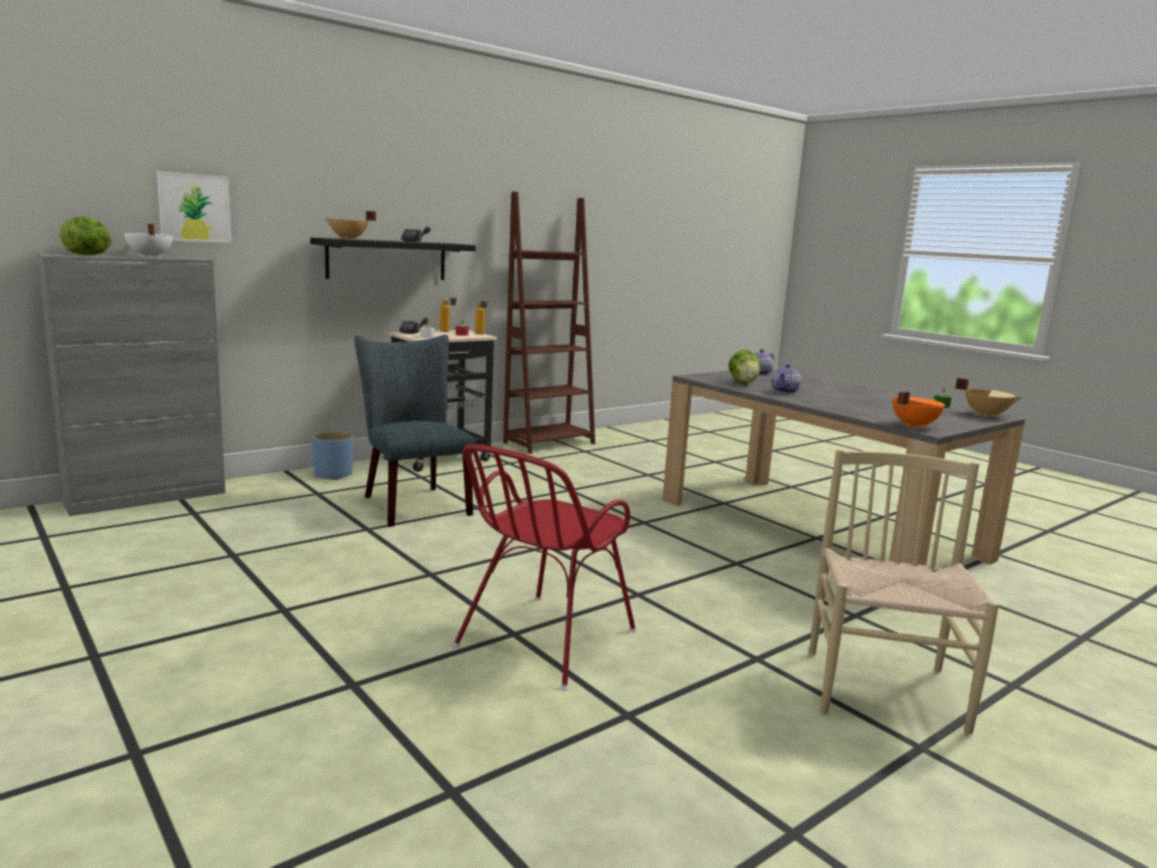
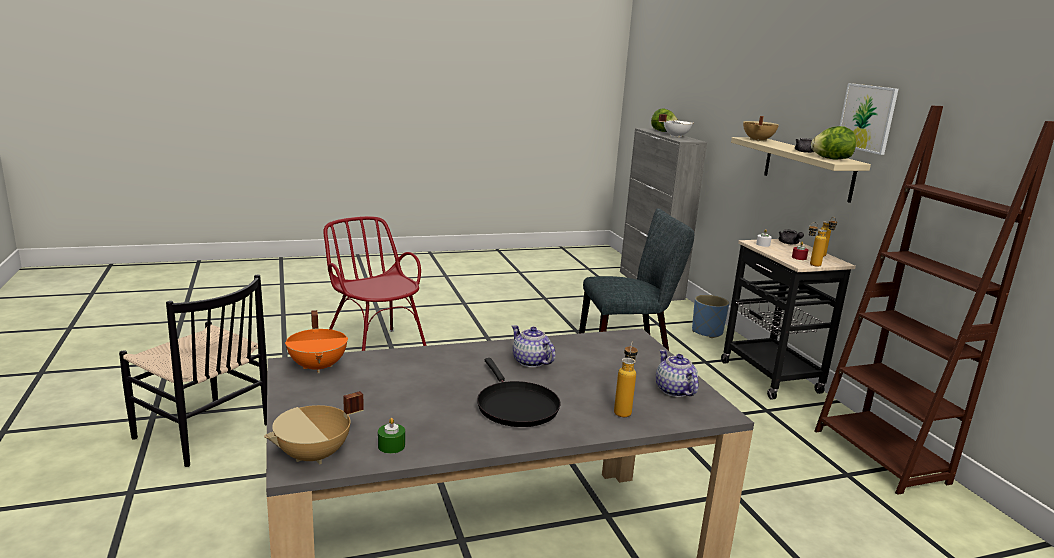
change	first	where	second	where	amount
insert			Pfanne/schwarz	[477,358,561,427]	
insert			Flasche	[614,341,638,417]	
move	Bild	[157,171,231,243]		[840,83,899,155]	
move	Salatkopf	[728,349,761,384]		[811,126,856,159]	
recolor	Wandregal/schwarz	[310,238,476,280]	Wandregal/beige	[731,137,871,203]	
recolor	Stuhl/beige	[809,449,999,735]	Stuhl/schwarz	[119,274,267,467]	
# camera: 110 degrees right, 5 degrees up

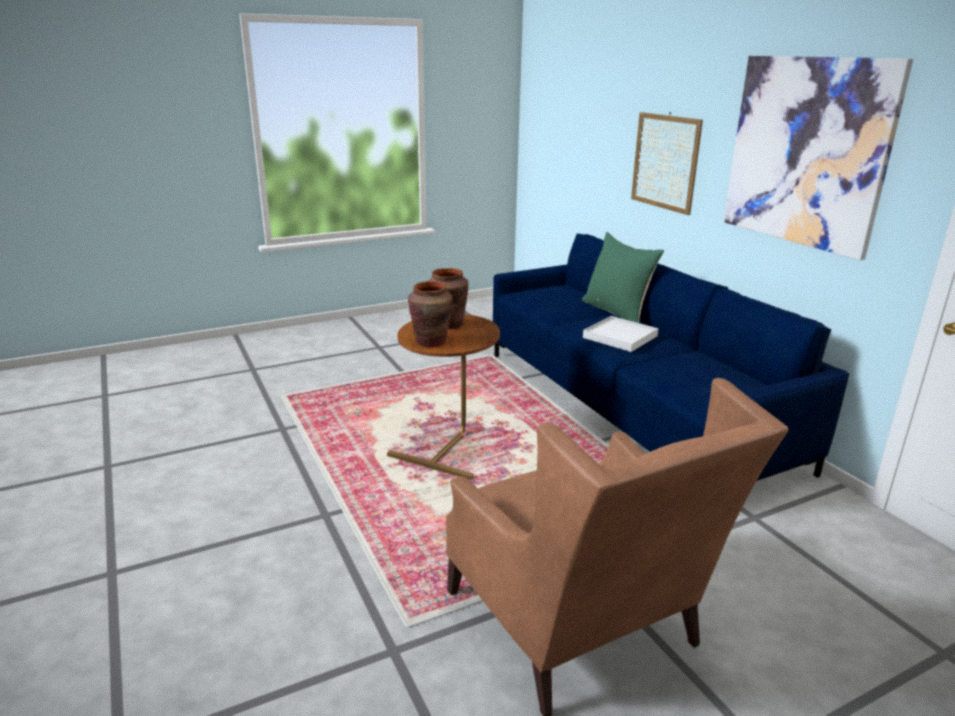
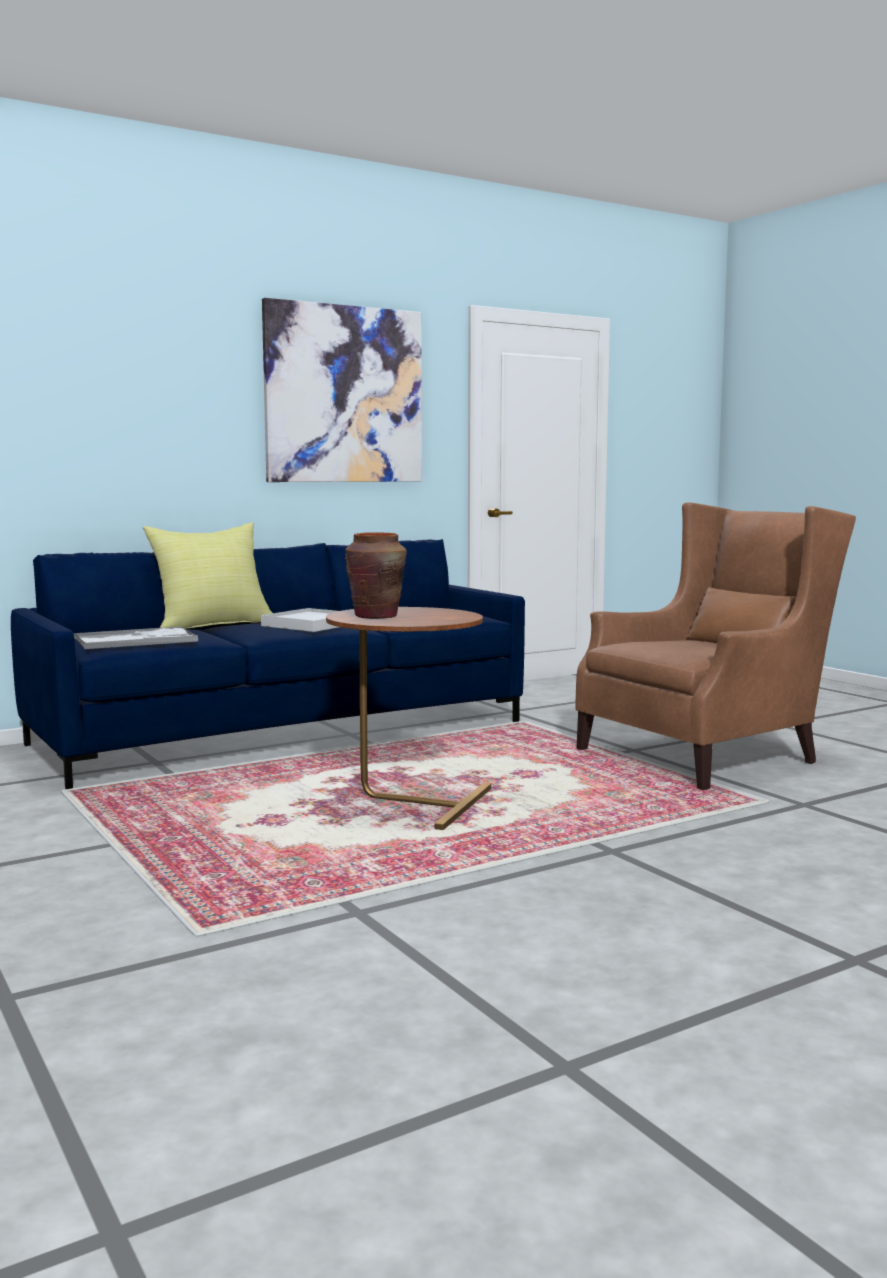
change	first	where	second	where	amount
delete	Vase/braun	[408,281,452,347]			
delete	Bild	[631,112,703,215]			
insert			Tablett	[74,626,198,649]	
recolor	Kissen/grün	[582,232,664,323]	Kissen/gelb	[143,522,272,629]	
# camera: 95 degrees left, 15 degrees down

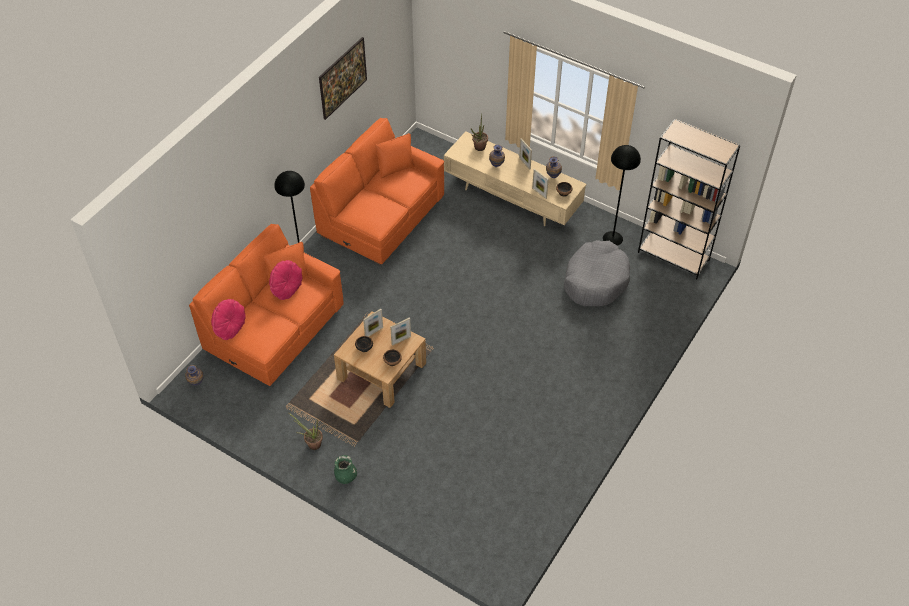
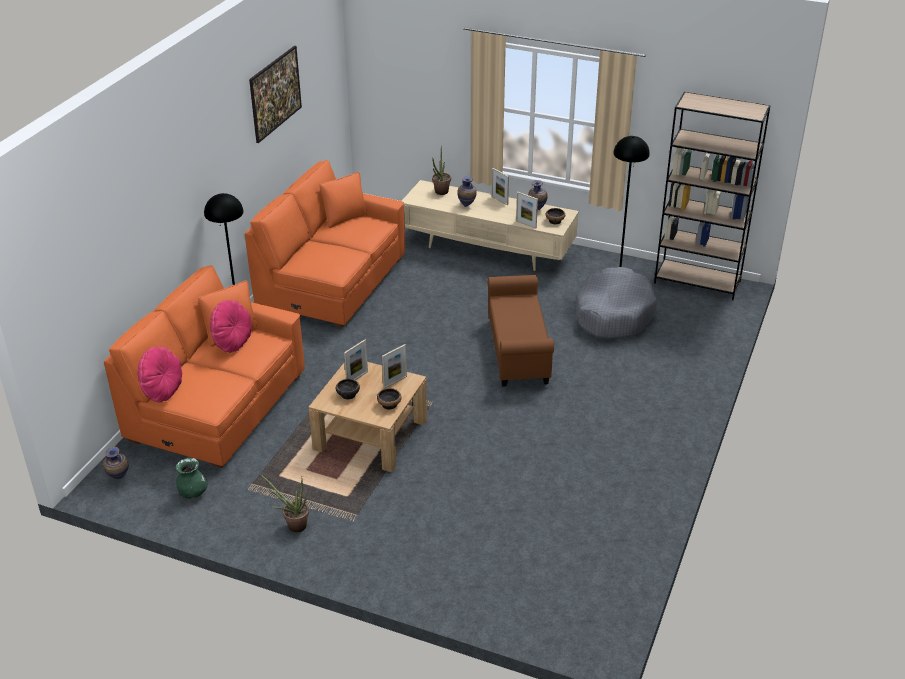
change	first	where	second	where	amount
insert			Polsterhocker/braun	[488,275,554,387]	
move	Vase/grün	[334,455,357,484]		[175,458,208,499]	
# camera: 10 degrees left, 15 degrees down

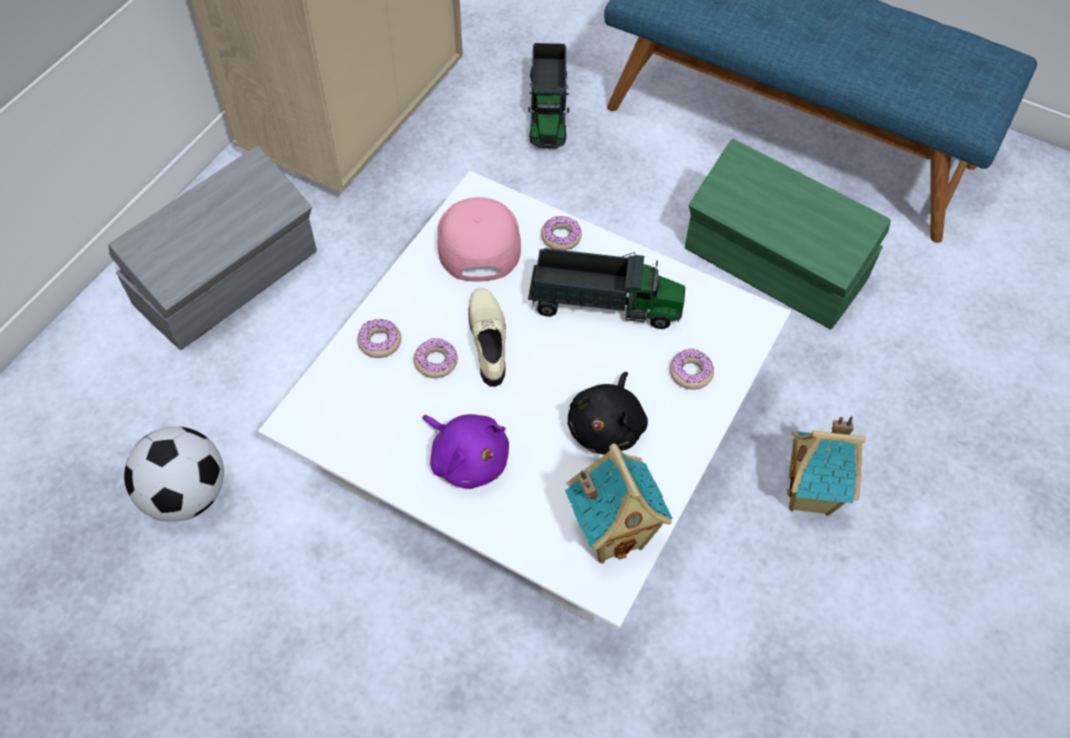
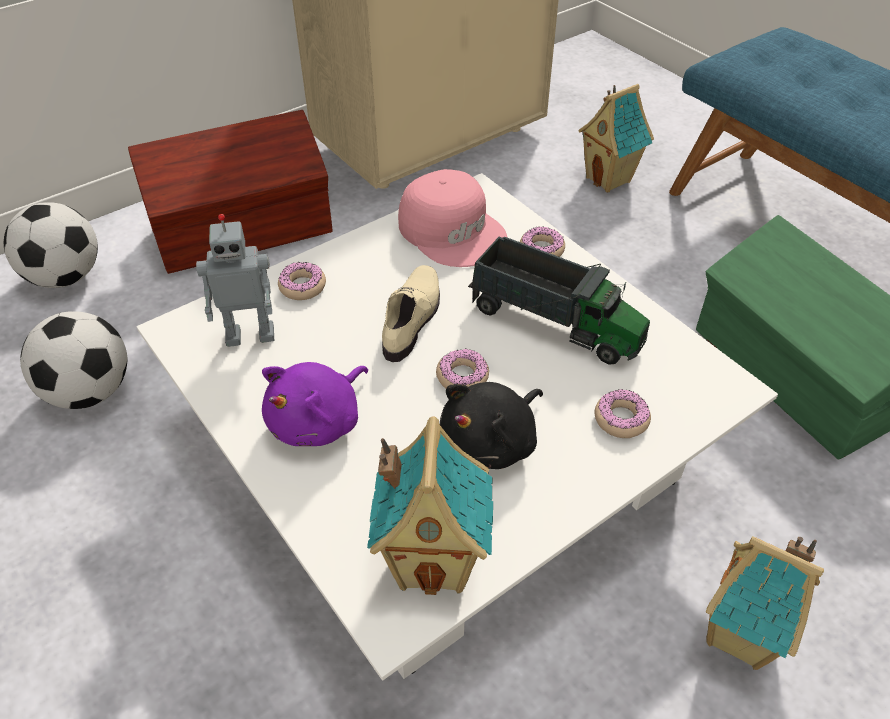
change	first	where	second	where	amount
insert			Fußball	[4,202,98,288]	
insert			Spielzeugroboter	[196,214,274,347]	
move	Donut	[413,338,458,378]		[436,349,489,388]	
replace	Spielzeuglaster	[528,43,569,148]	Spielzeughaus	[578,84,654,192]	
recolor	Aufbewahrungsbox/grau	[109,145,317,350]	Aufbewahrungsbox/braun	[128,110,333,274]	
rotate	Plüschtier/lila	[423,414,509,489]		[262,362,368,446]	60 degrees clockwise
rotate	Kappe/rosa	[438,197,521,281]		[398,169,507,267]	120 degrees clockwise
# camera: 25 degrees right, 10 degrees down

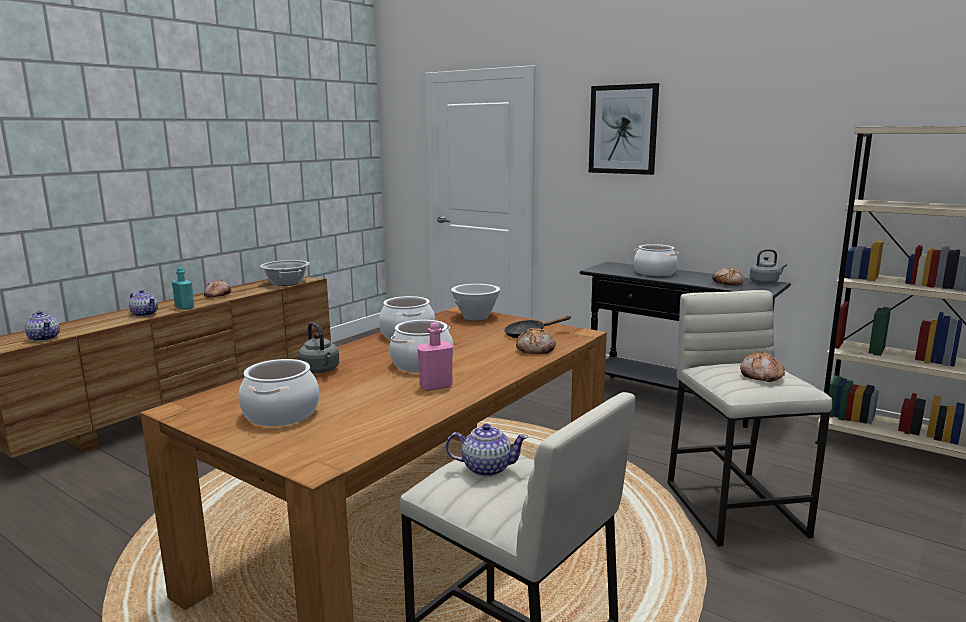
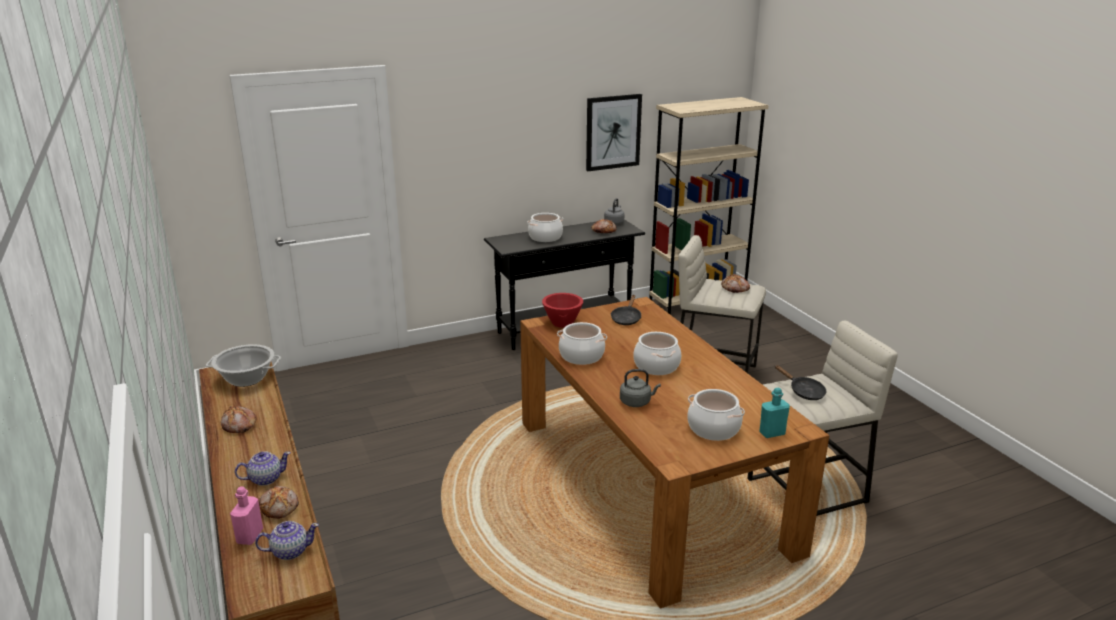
change	first	where	second	where	amount
move	Flasche/türkis	[172,267,194,310]		[759,388,790,438]	
move	Flasche/rosa	[417,322,453,391]		[230,486,263,545]	
move	Brot	[516,328,556,354]		[259,486,299,519]	
move	Bild	[589,83,659,175]		[586,94,642,171]	
replace	Teekanne	[446,424,528,477]	Pfanne/schwarz	[775,365,826,400]	
recolor	Schüssel/weiß	[451,284,500,320]	Schüssel/rot	[542,293,583,328]	
# camera: 60 degrees left, 10 degrees up

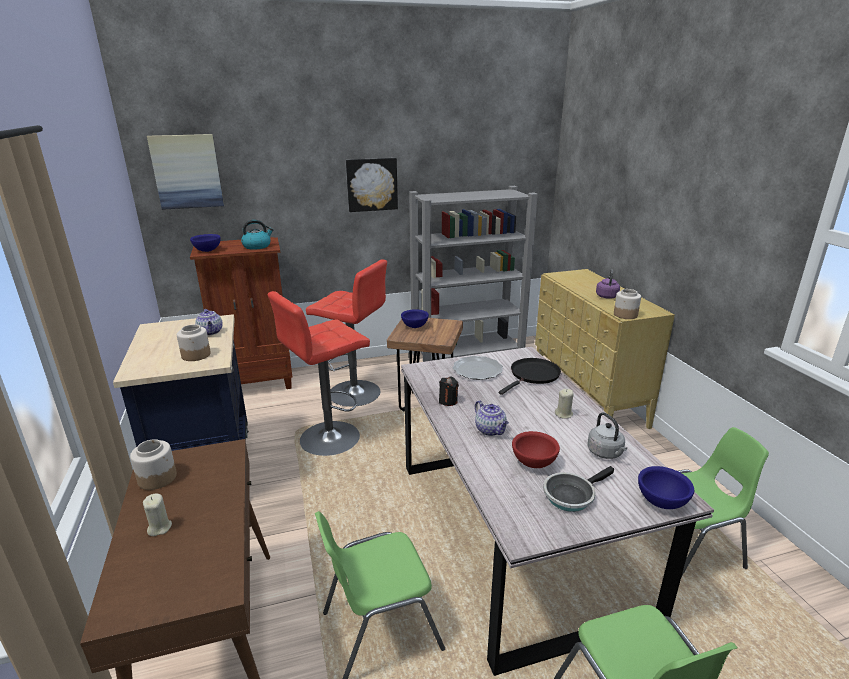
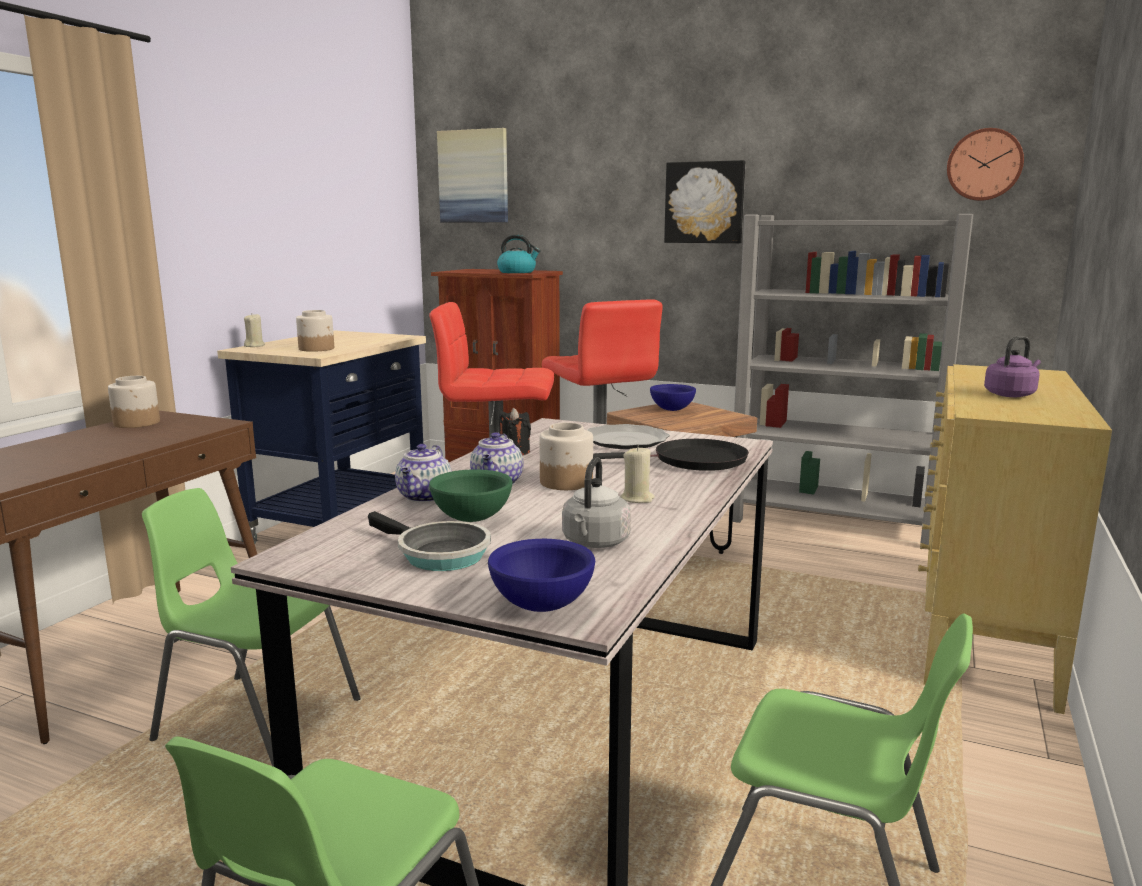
change	first	where	second	where	amount
delete	Schüssel/blau	[190,234,221,252]			
insert			Wanduhr	[947,128,1024,201]	
move	Kerze/beige	[143,494,172,536]		[244,314,265,347]	
move	Teekanne	[195,309,222,336]		[395,444,452,502]	
move	Vorratsglas	[614,289,641,319]		[539,423,593,490]	
recolor	Schüssel/rot	[512,431,560,468]	Schüssel/grün	[429,469,512,522]	
rotate	Pfanne	[543,466,615,512]		[368,511,491,571]	150 degrees counterclockwise
# camera: 40 degrees right, 10 degrees down

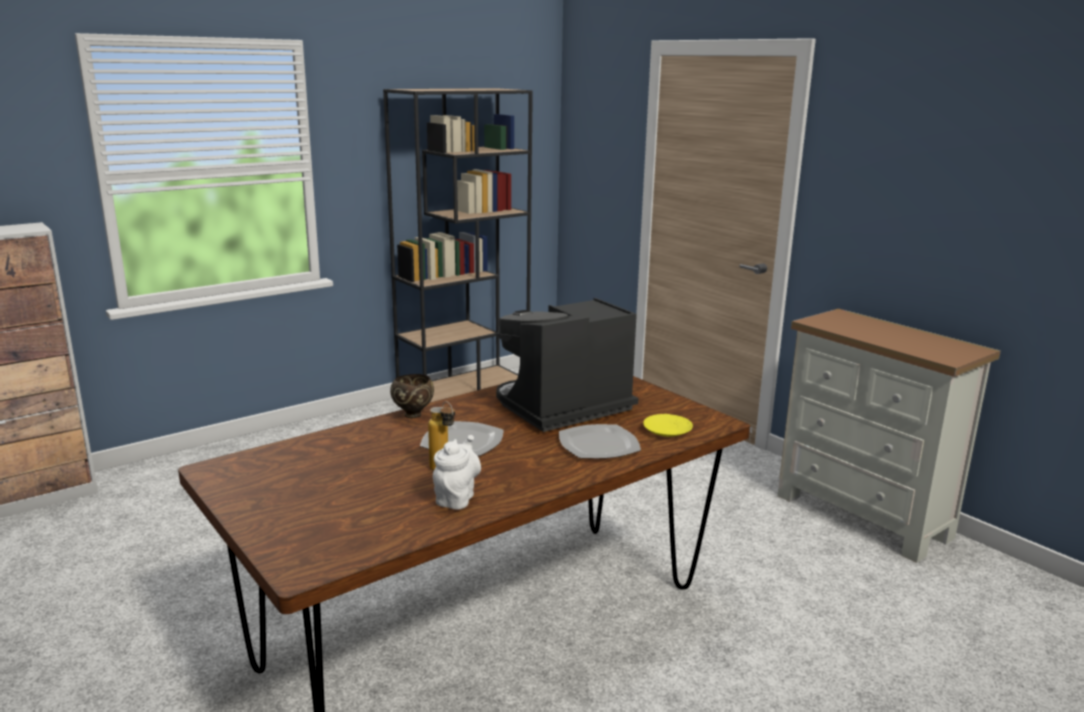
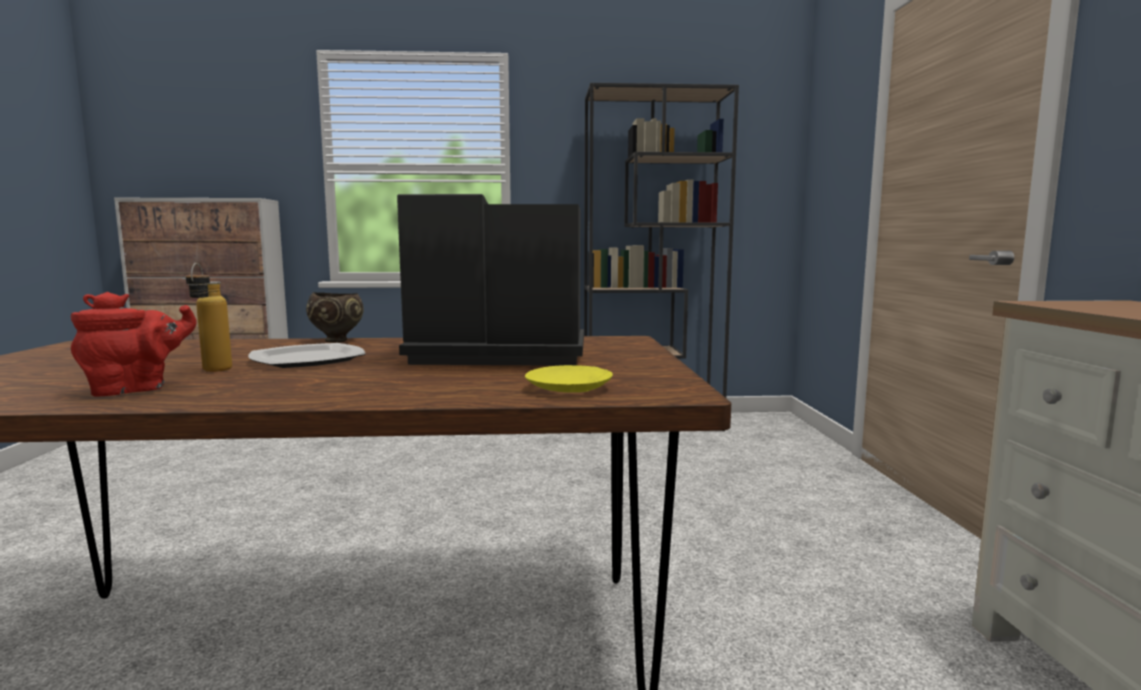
change	first	where	second	where	amount
delete	Teller	[559,424,641,459]			
recolor	Teekanne/weiß	[433,435,481,510]	Teekanne/rot	[71,292,197,396]	
# camera: 35 degrees right, 10 degrees down

